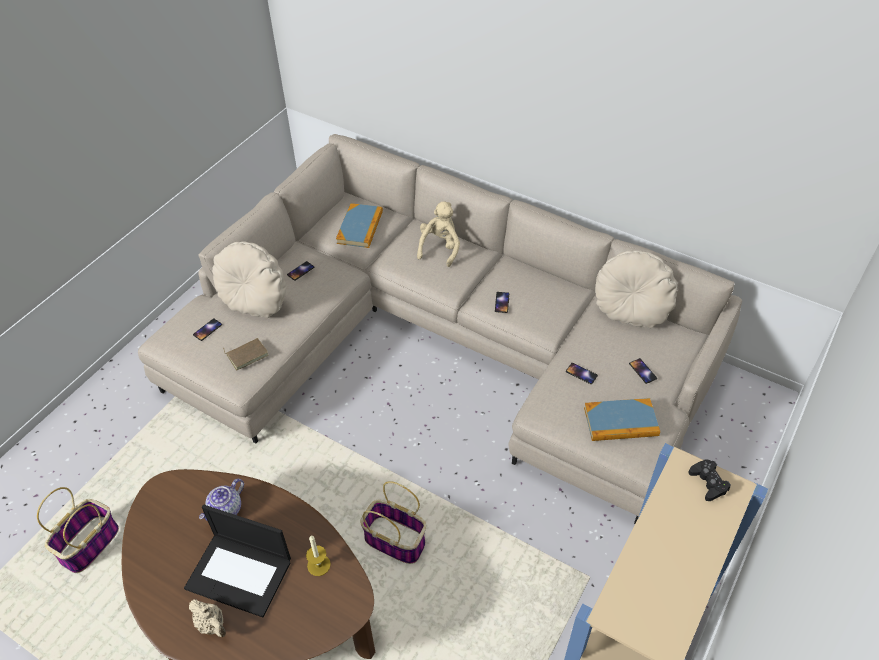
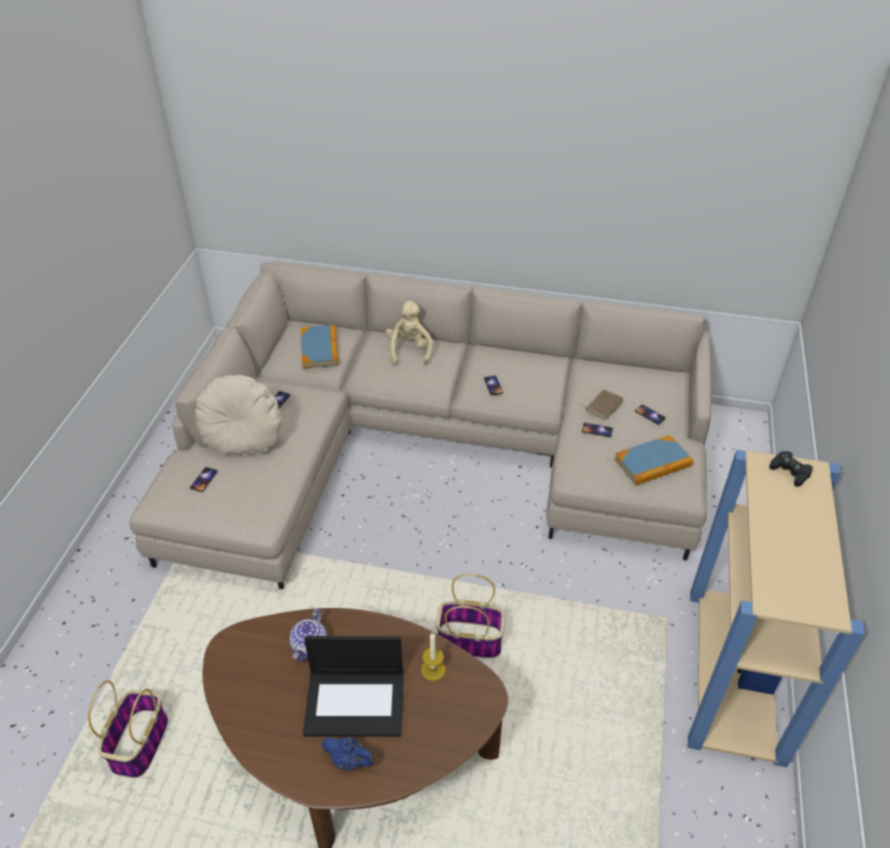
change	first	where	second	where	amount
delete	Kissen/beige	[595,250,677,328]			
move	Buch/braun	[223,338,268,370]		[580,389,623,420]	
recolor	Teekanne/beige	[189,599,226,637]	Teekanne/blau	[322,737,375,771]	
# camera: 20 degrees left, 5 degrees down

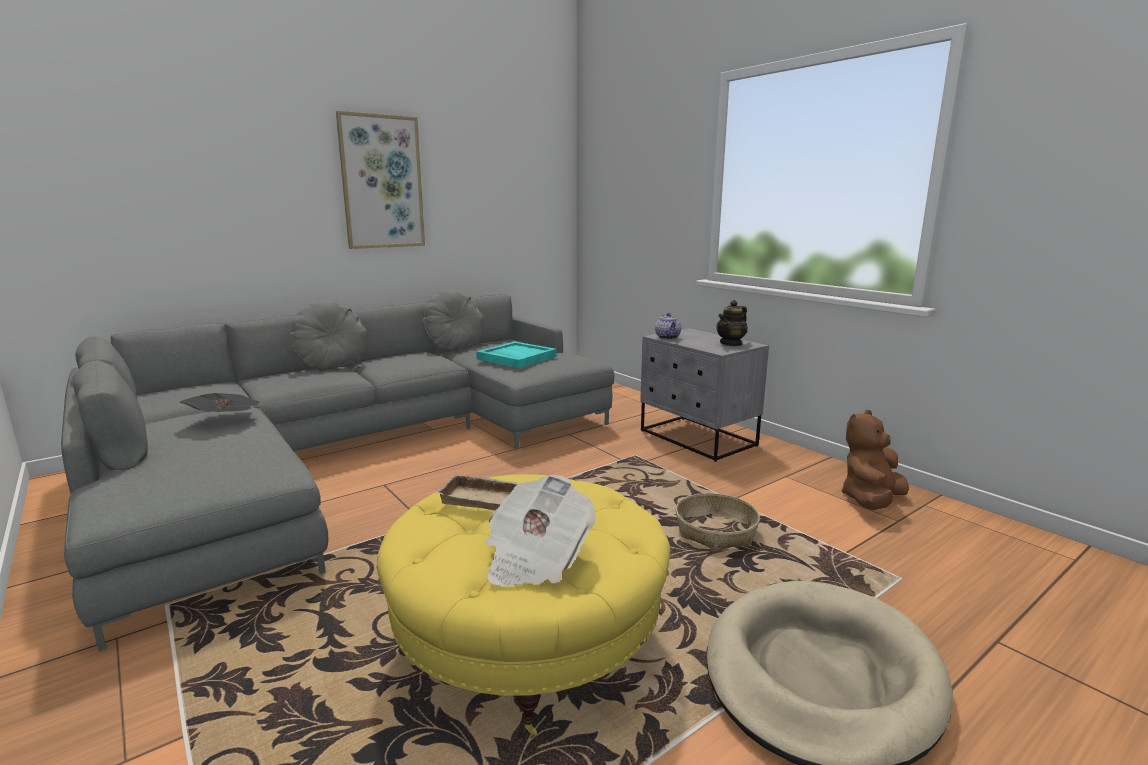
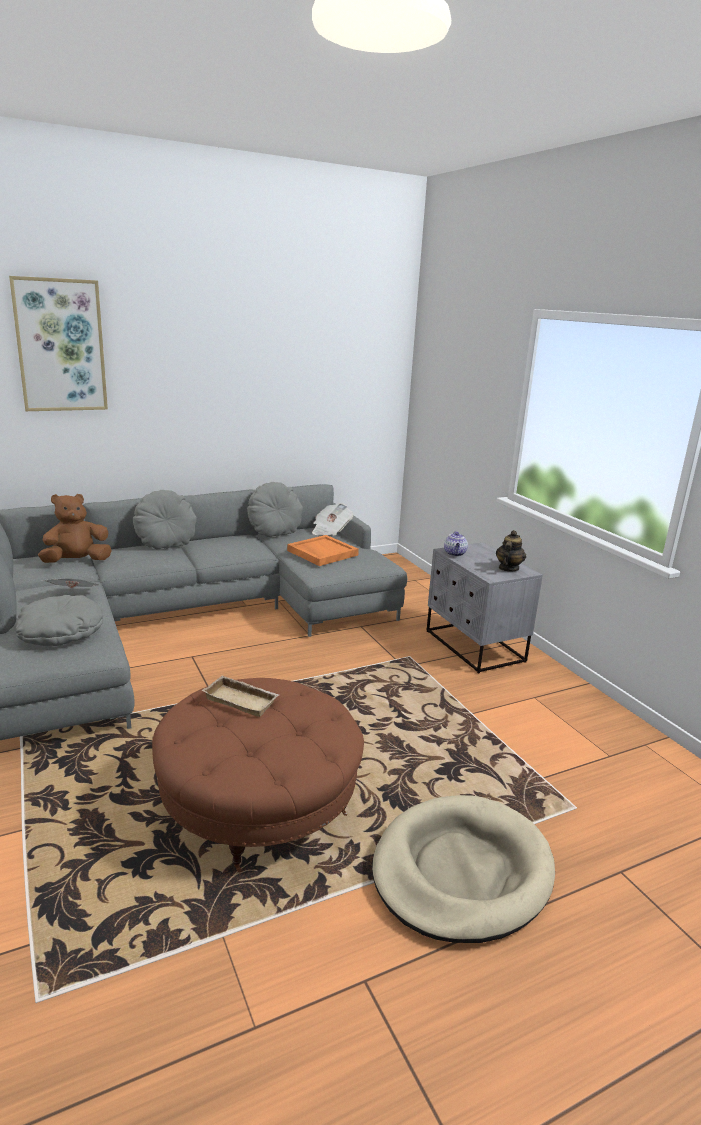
change	first	where	second	where	amount
delete	Korb	[676,493,760,551]			
insert			Kissen/grau	[16,595,103,646]	
move	Bild	[336,111,425,249]		[9,276,108,411]	
move	Zeitung	[485,475,596,586]		[312,503,353,536]	
move	Plüschtier/braun	[842,410,909,510]		[38,494,112,563]	
recolor	Polsterhocker/gelb	[377,474,670,736]	Polsterhocker/braun	[152,678,364,873]	
recolor	Tablett/türkis	[476,342,557,368]	Tablett/orange	[287,535,359,566]	
rotate	Teekanne	[716,300,748,346]		[496,530,526,571]	150 degrees clockwise
# camera: 10 degrees right, 5 degrees up

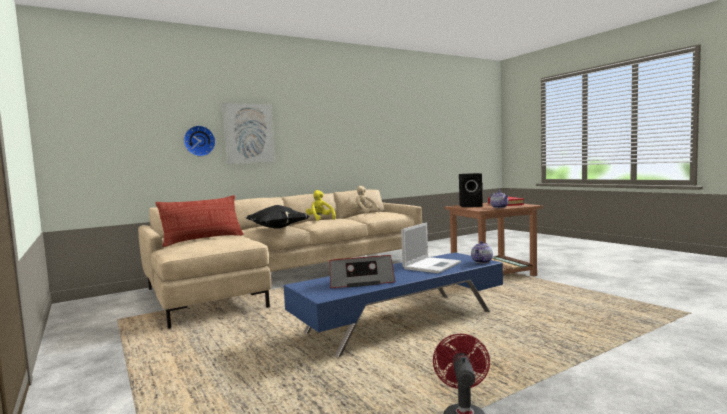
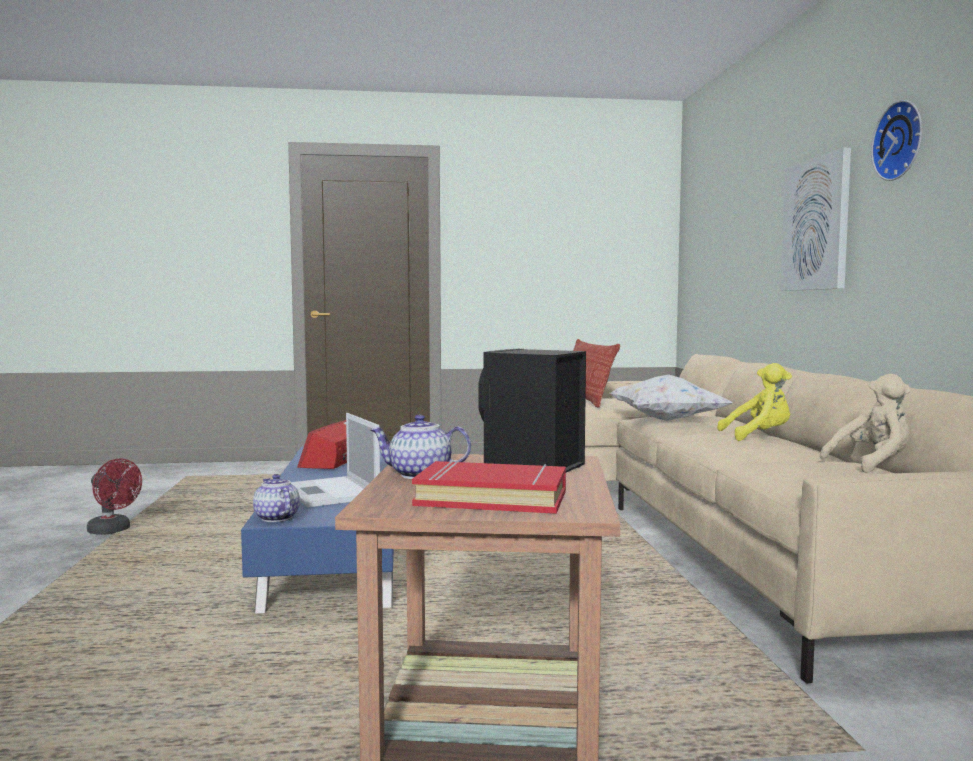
change	first	where	second	where	amount
move	Wanduhr	[184,125,216,156]		[871,100,922,181]	
recolor	Kissen/schwarz	[245,205,310,229]	Kissen/weiß	[610,375,732,421]	
# camera: 115 degrees right, 0 degrees up

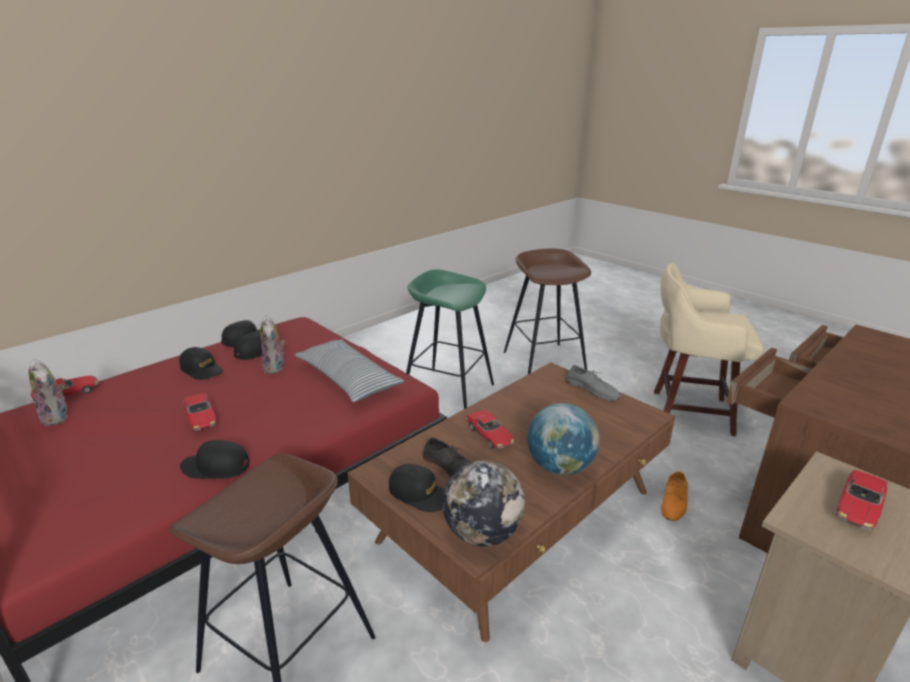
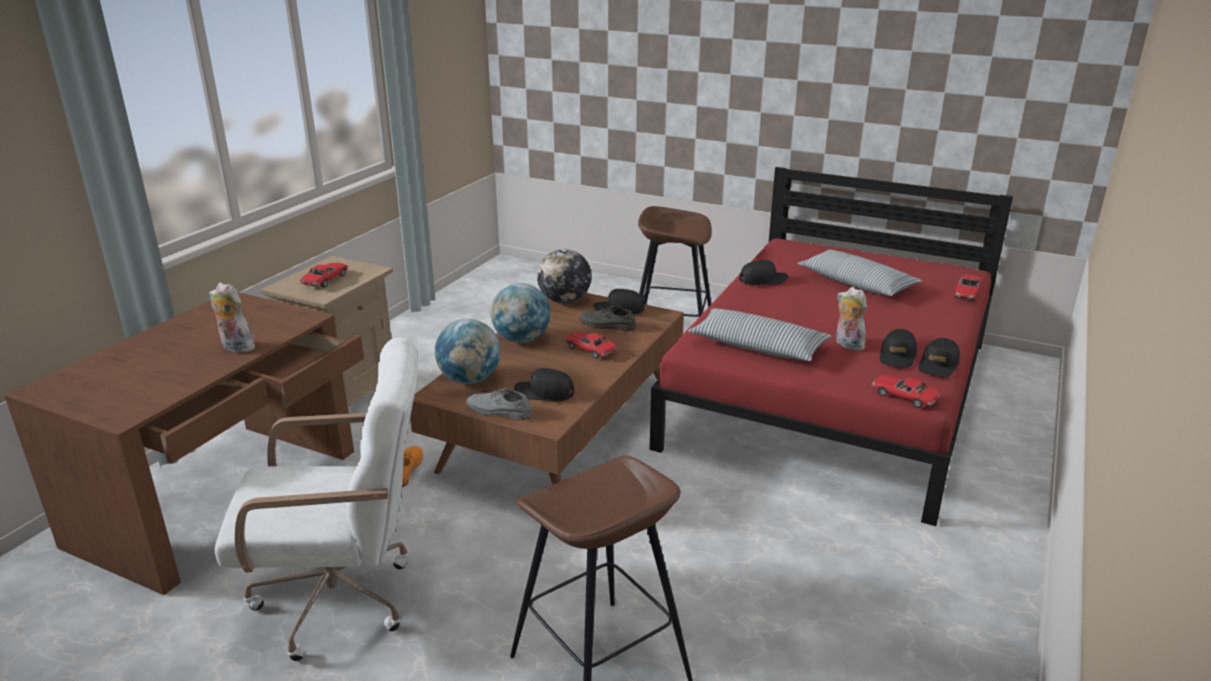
change	first	where	second	where	amount
delete	Hocker/grün	[406,269,494,409]			
insert			Globus	[435,319,501,384]	
insert			Kissen	[798,250,922,296]	
move	Plüschtier	[29,359,68,426]		[209,282,255,353]	
move	Kappe/schwarz	[179,347,223,380]		[514,368,574,401]	
move	Spielzeugauto	[183,393,216,431]		[872,376,941,408]	
replace	Hocker/beige	[654,263,764,436]	Bürostuhl/weiß	[215,338,418,661]	
# camera: 160 degrees right, 0 degrees up

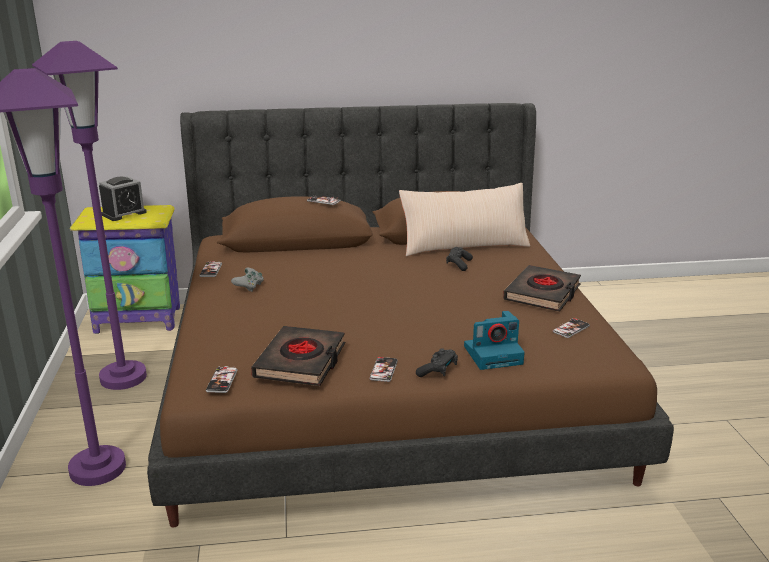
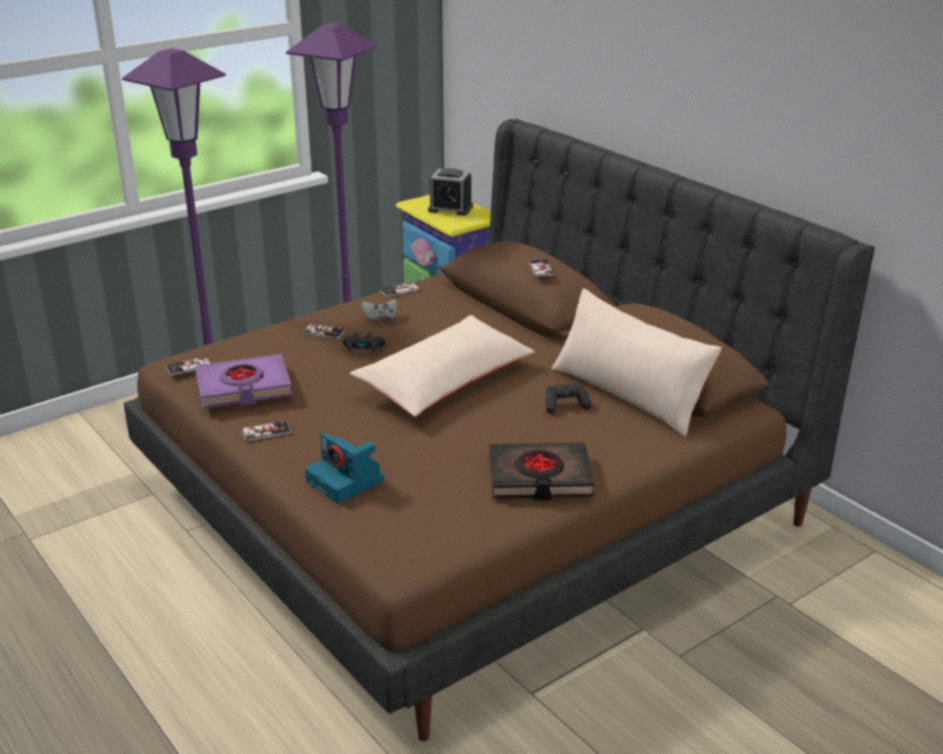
change	first	where	second	where	amount
insert			Kissen/beige	[350,315,535,417]	
move	Gamepad/schwarz	[416,348,458,377]		[343,332,386,353]	
move	Handy	[553,318,590,338]		[303,323,345,339]	
recolor	Buch/schwarz	[251,326,345,386]	Buch/lila	[195,354,292,409]	
# camera: 60 degrees right, 5 degrees up

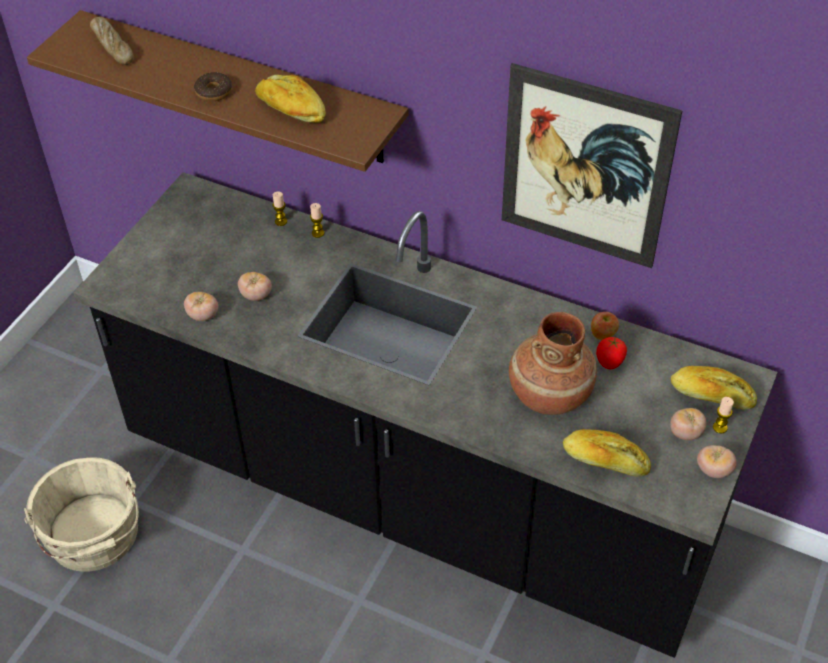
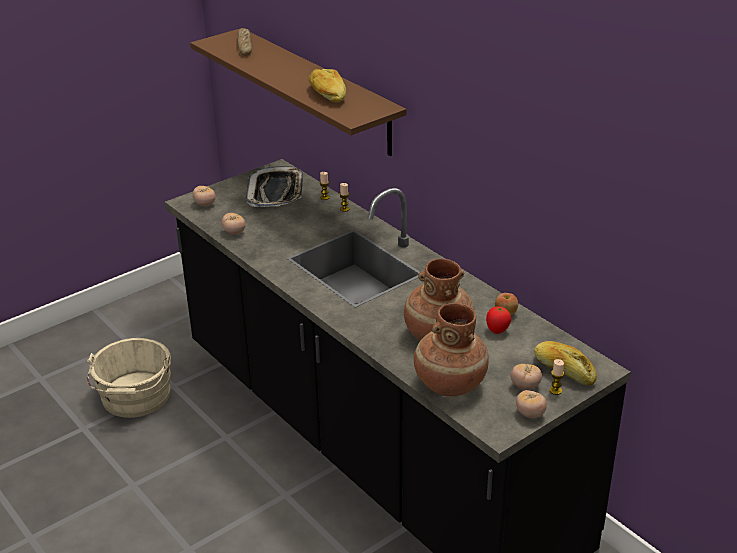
change	first	where	second	where	amount
delete	Donut	[194,72,232,101]			
delete	Bild	[502,63,682,268]			
insert			Tablett	[246,166,303,207]	
move	Tomate	[238,272,272,301]		[193,186,216,206]	
replace	Brot	[563,429,651,477]	Vase/braun	[414,303,489,396]	
# camera: 25 degrees right, 15 degrees down

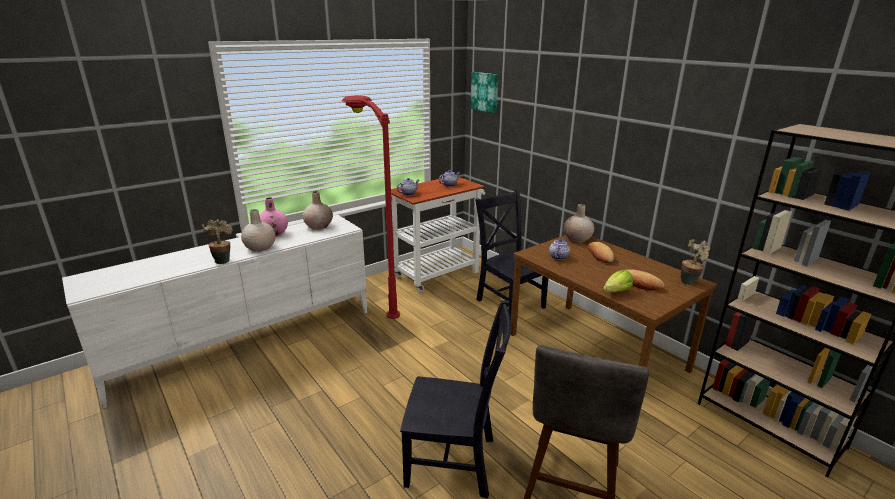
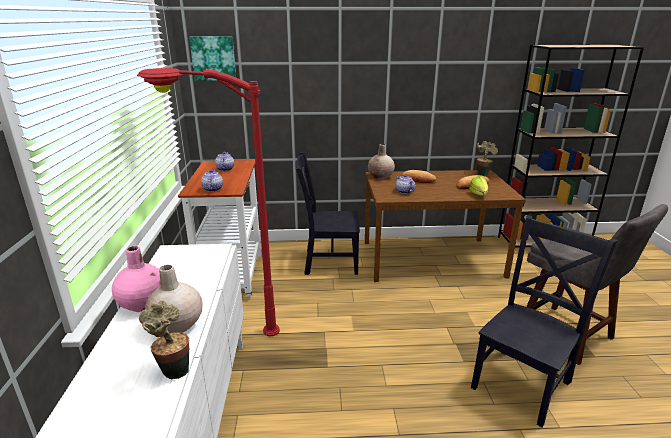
change	first	where	second	where	amount
delete	Vase/beige	[303,191,333,230]			
# camera: 55 degrees left, 0 degrees up

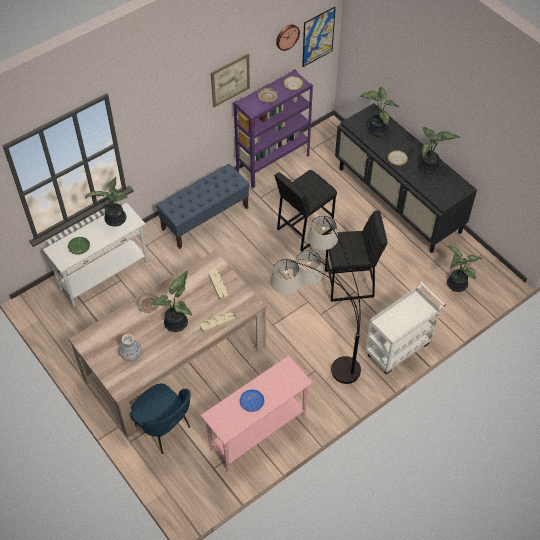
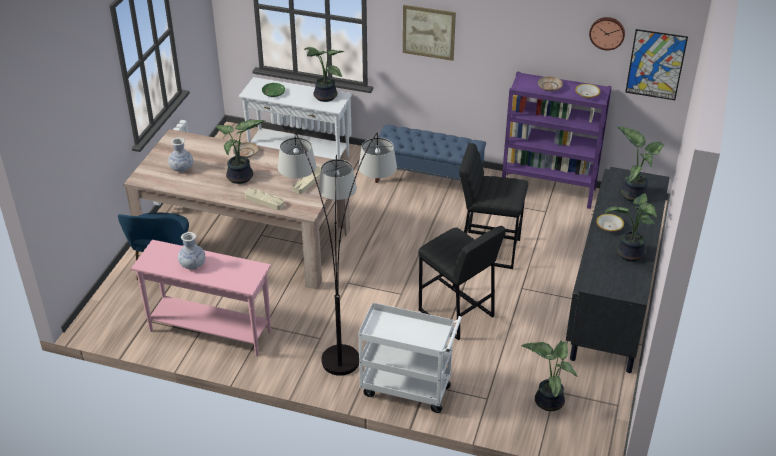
change	first	where	second	where	amount
move	Bild	[211,53,250,107]		[403,5,456,61]	
replace	Teller/blau	[240,390,264,412]	Vase	[178,232,205,270]	
# camera: 55 degrees right, 15 degrees down

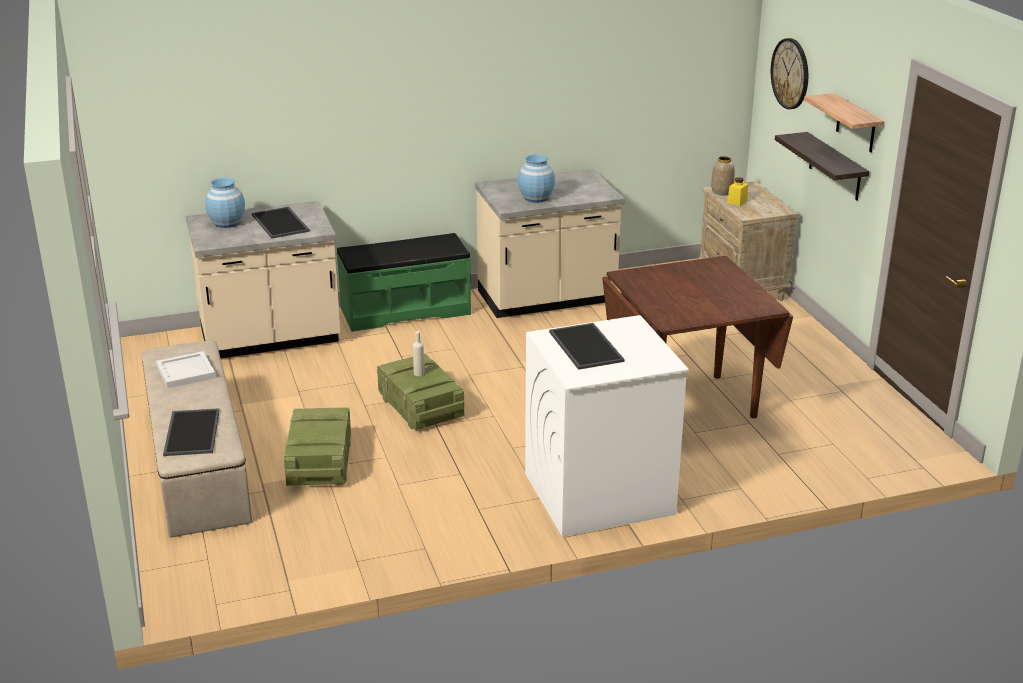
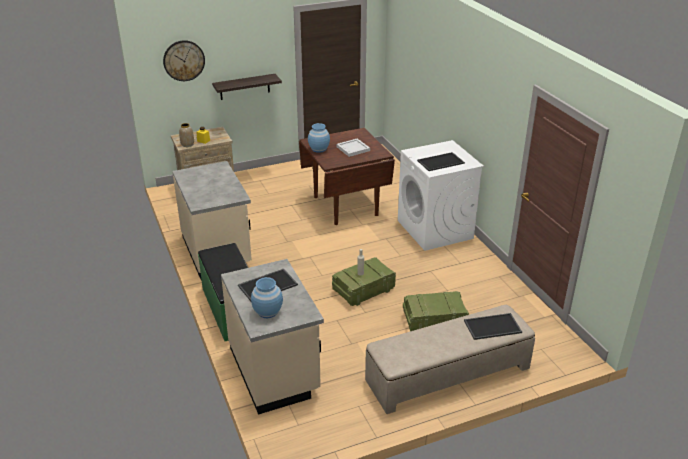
change	first	where	second	where	amount
delete	Wandregal	[804,93,884,152]			
move	Tablett/weiß	[156,351,216,389]		[336,139,370,157]	
move	Vase/blau	[518,154,555,203]		[308,123,330,153]	
# camera: 95 degrees left, 5 degrees up

